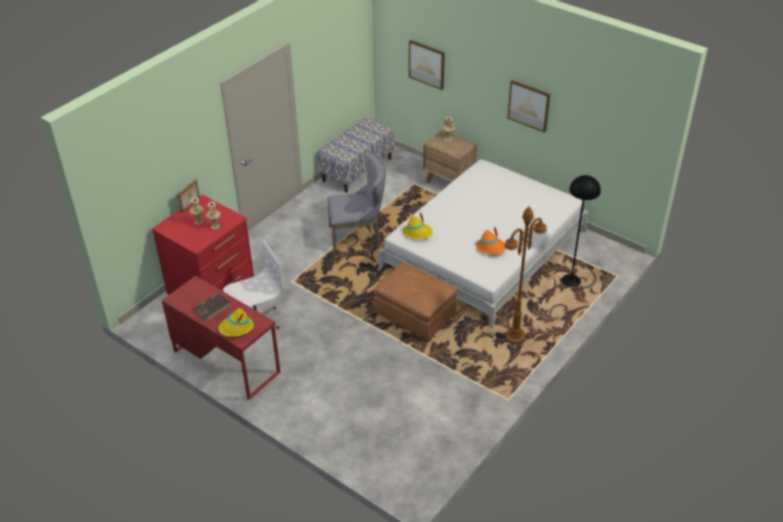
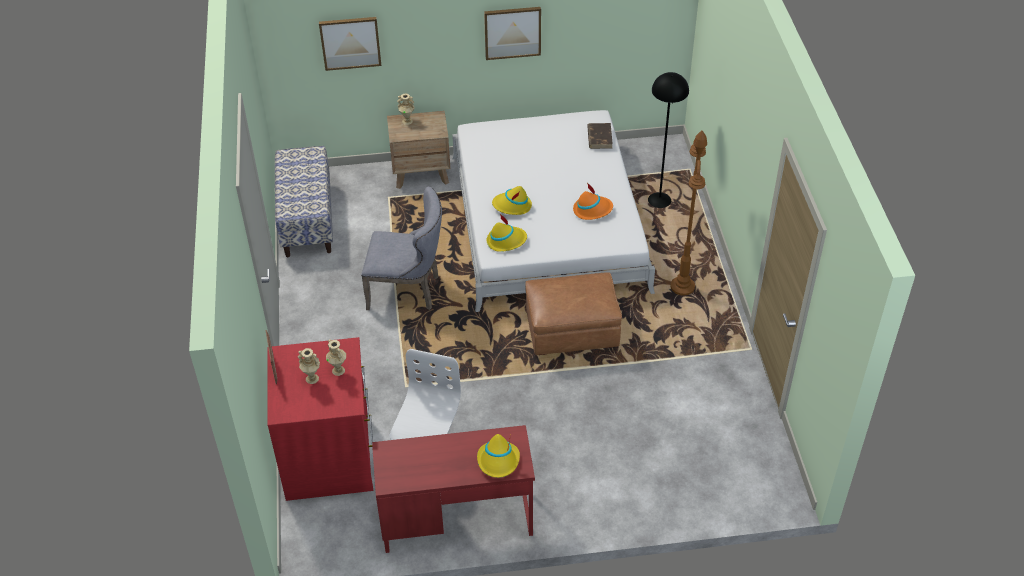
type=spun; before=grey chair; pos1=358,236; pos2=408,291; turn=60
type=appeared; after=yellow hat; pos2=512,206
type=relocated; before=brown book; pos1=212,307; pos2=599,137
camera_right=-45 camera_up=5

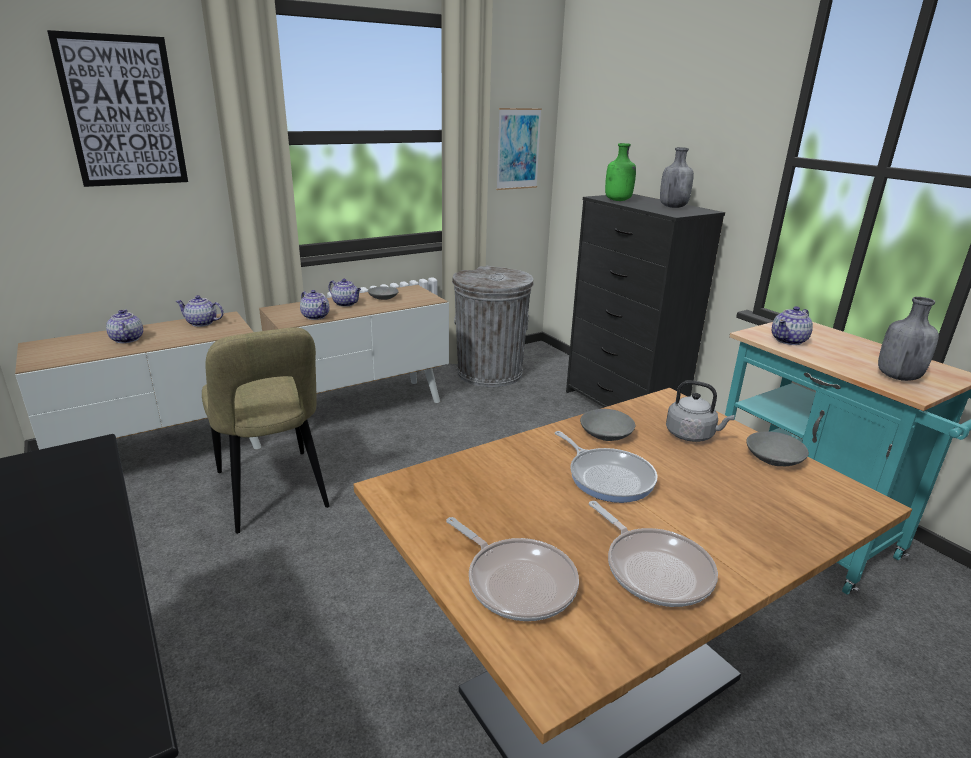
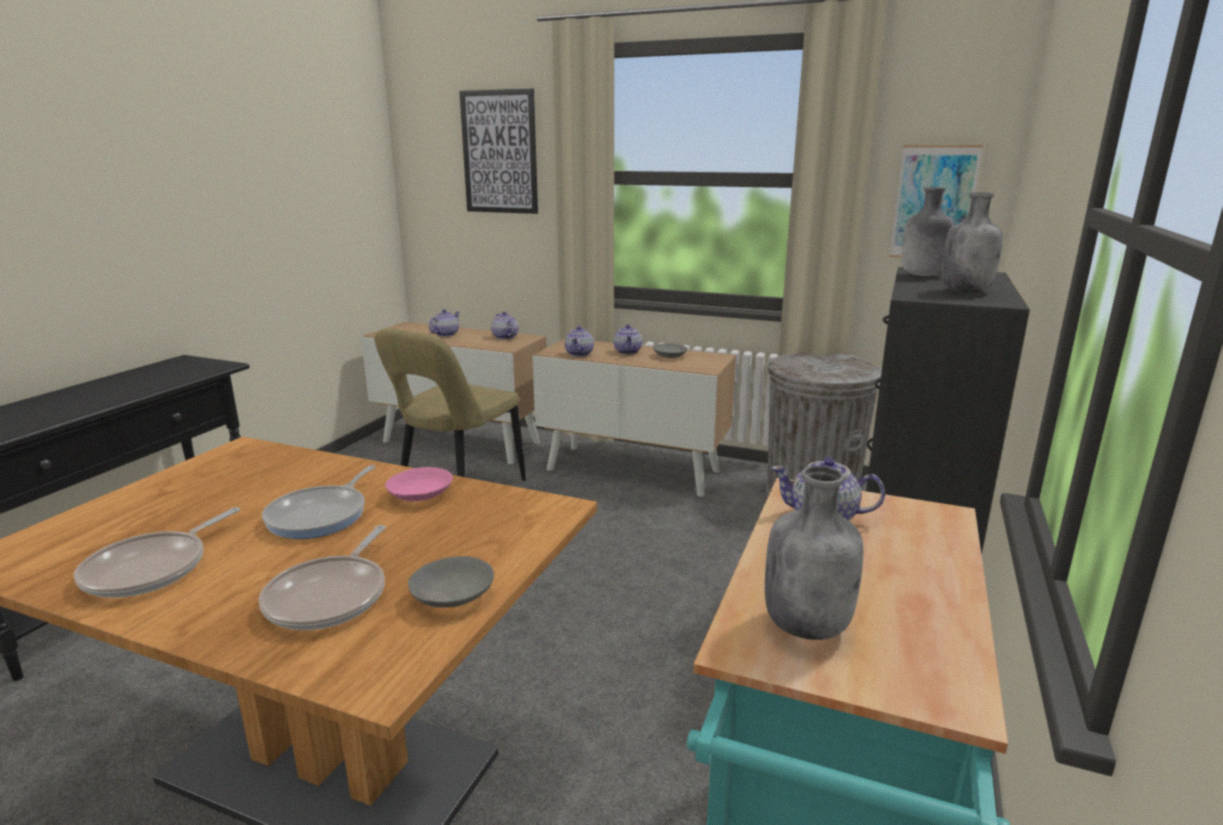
type=relocated; before=frying pan; pos1=517,581; pos2=331,596
type=colour; before=grey bowl; after=pink bowl; pos1=606,434; pos2=419,495
type=colour; before=green bottle; after=grey bottle; pos1=618,200; pos2=922,275
type=missing; before=grey kettle; pos1=692,435
camera_right=55 camera_up=-5

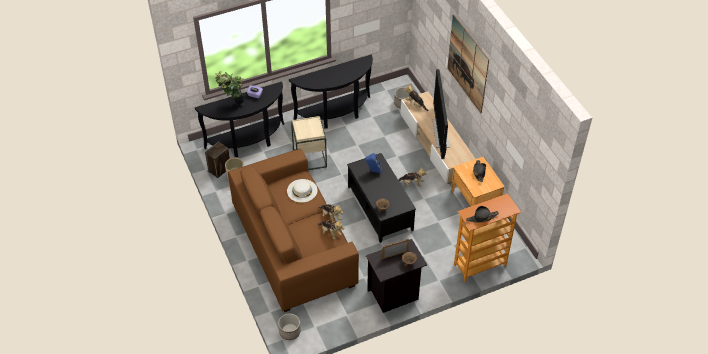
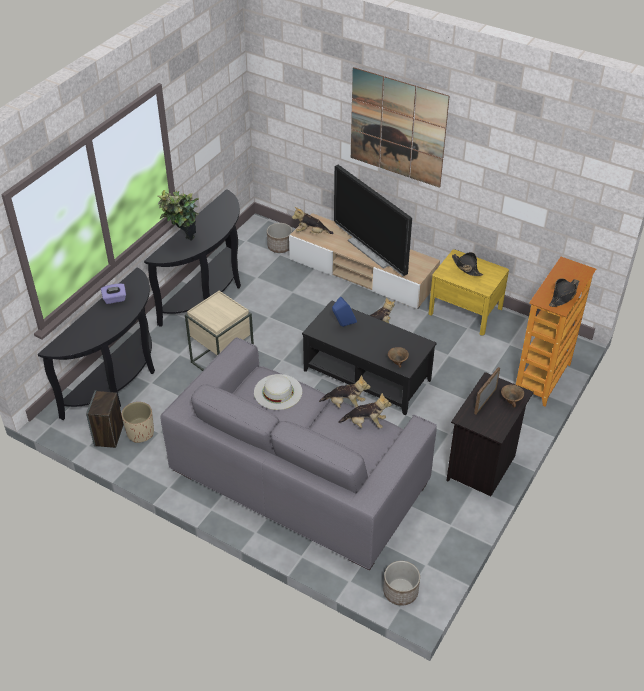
type=relocated; before=potted plant; pos1=233,106; pos2=183,244
type=colour; before=brown sofa; after=grey sofa; pos1=293,244; pos2=299,476
type=colour; before=brown nightstand; after=yellow nightstand; pos1=475,200; pos2=465,311
camera_right=-35 camera_up=-5

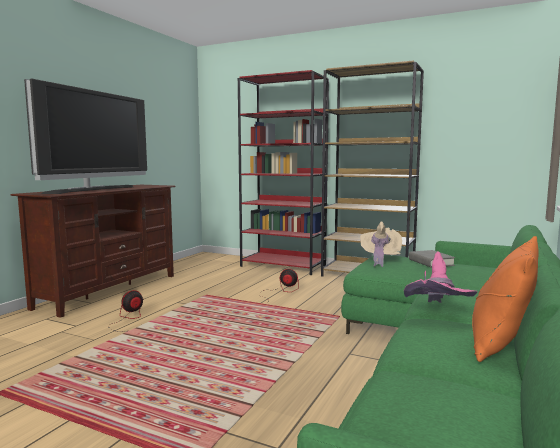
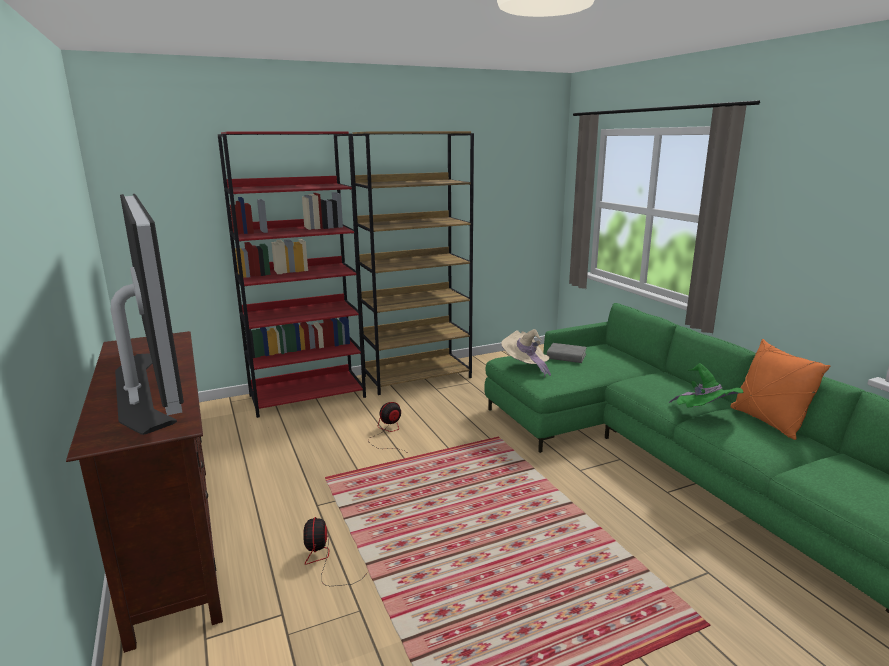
type=colour; before=pink hat; after=green hat; pos1=436,316; pos2=704,414
camera_right=-50 camera_up=10

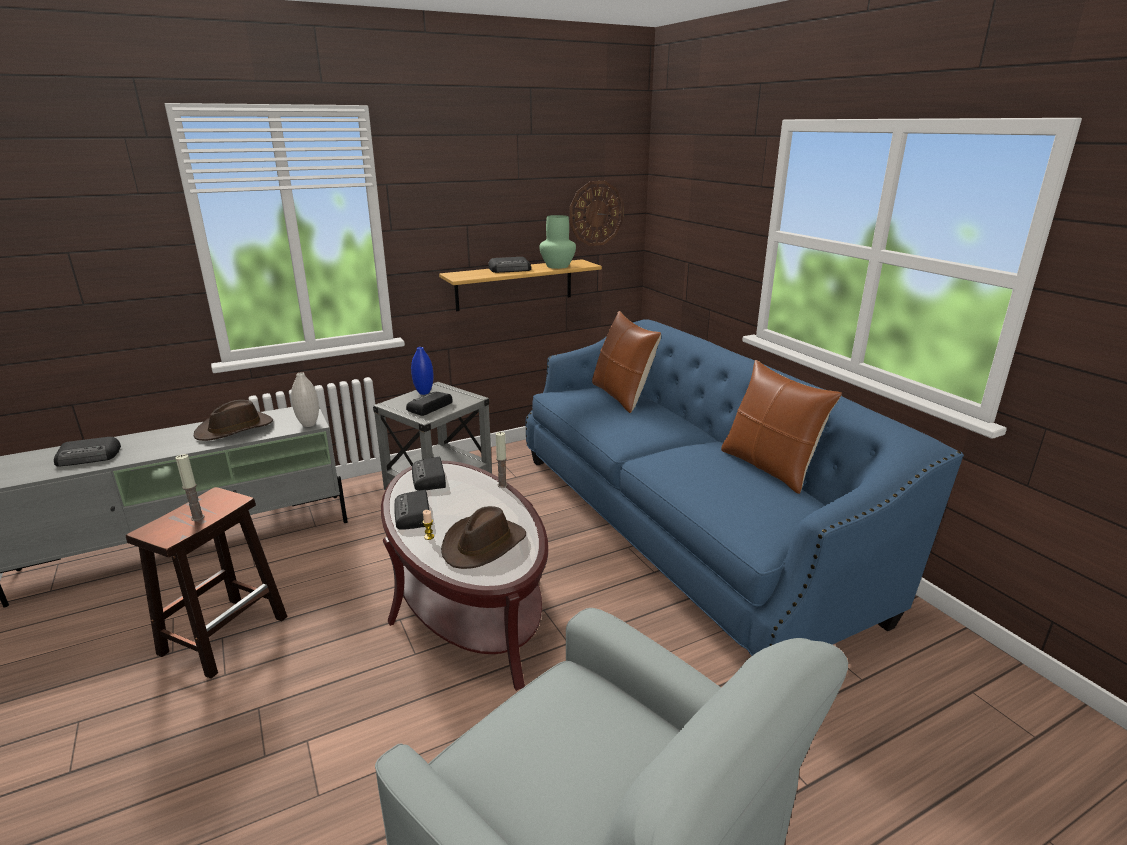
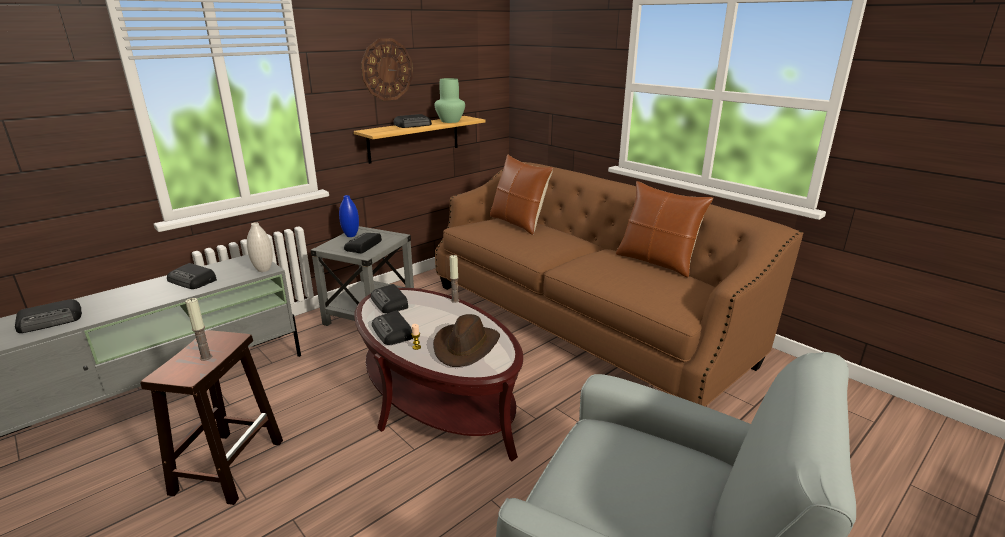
type=exchanged; before=brown hat; after=radio; pos1=235,429; pos2=193,281
type=relocated; before=wall clock; pos1=596,213; pos2=387,69
type=colour; before=blue sofa; after=brown sofa; pos1=683,527; pos2=583,321
camera_right=-15 camera_up=0

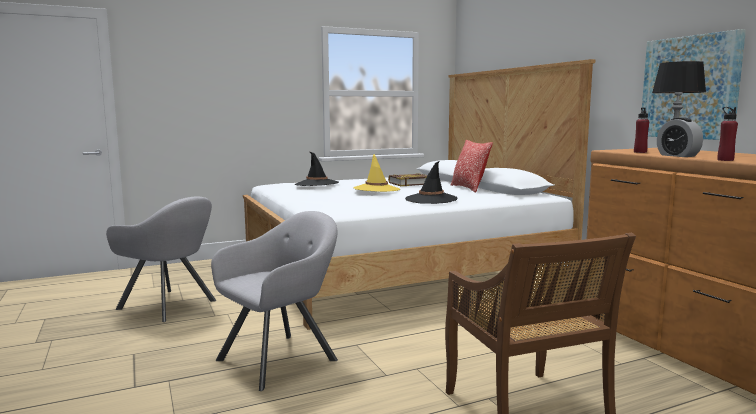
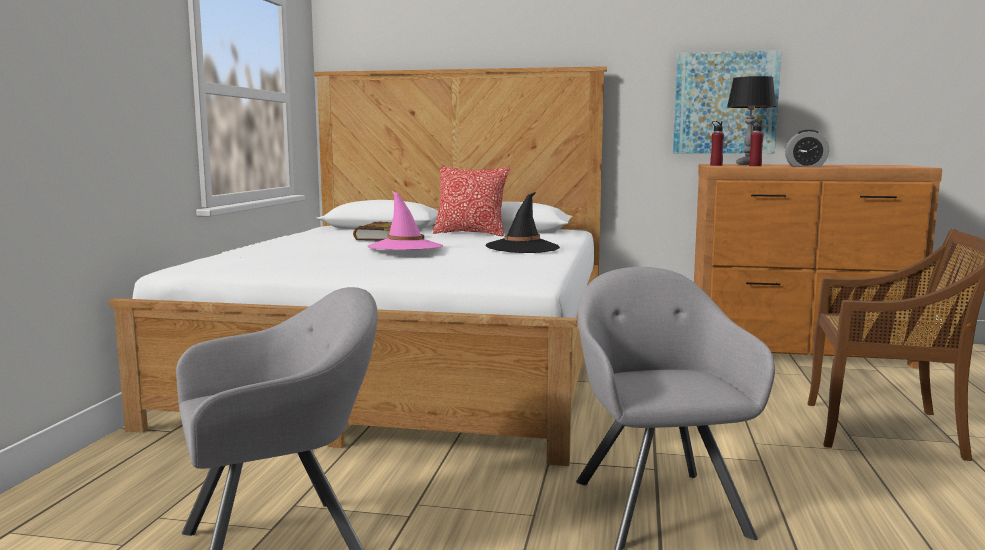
type=colour; before=yellow hat; after=pink hat; pos1=376,189; pos2=405,247
type=relocated; before=red bottle; pos1=725,160; pos2=716,165
type=missing; before=black hat; pos1=316,184
camera_right=-55 camera_up=0

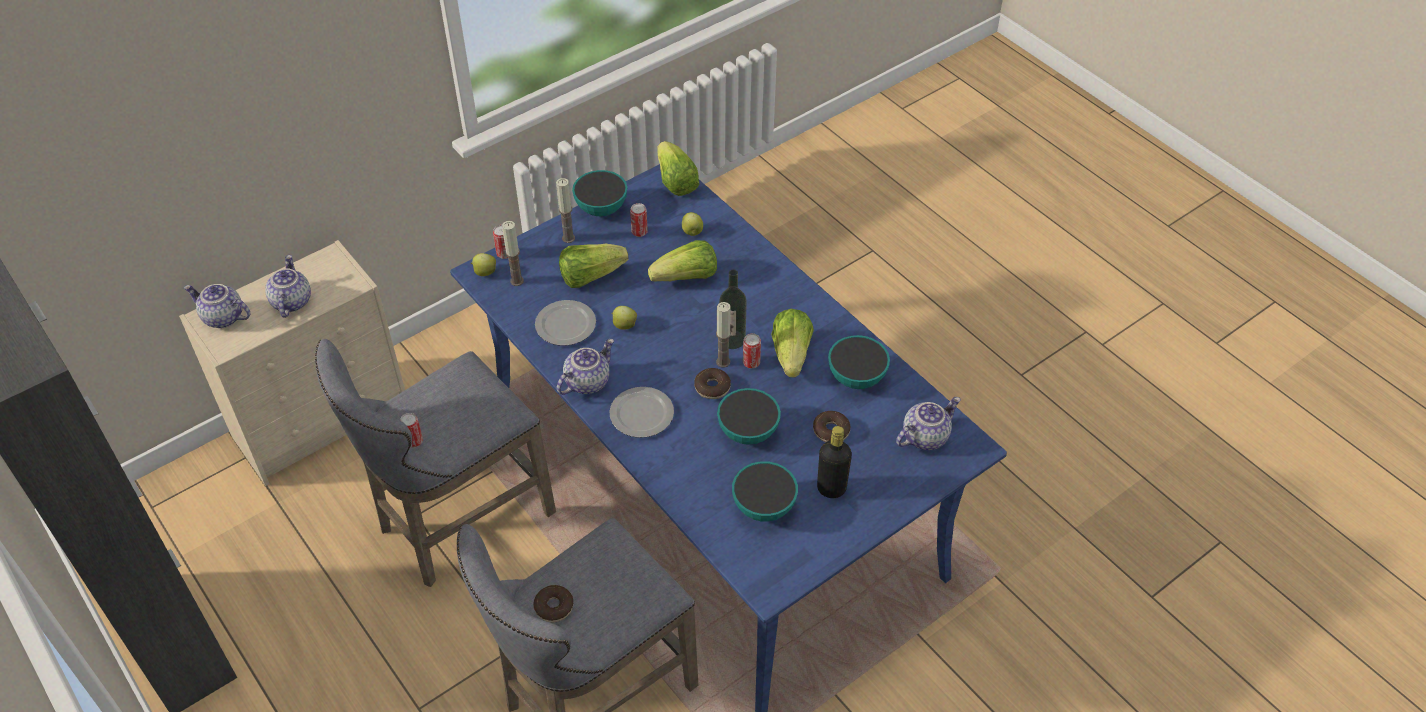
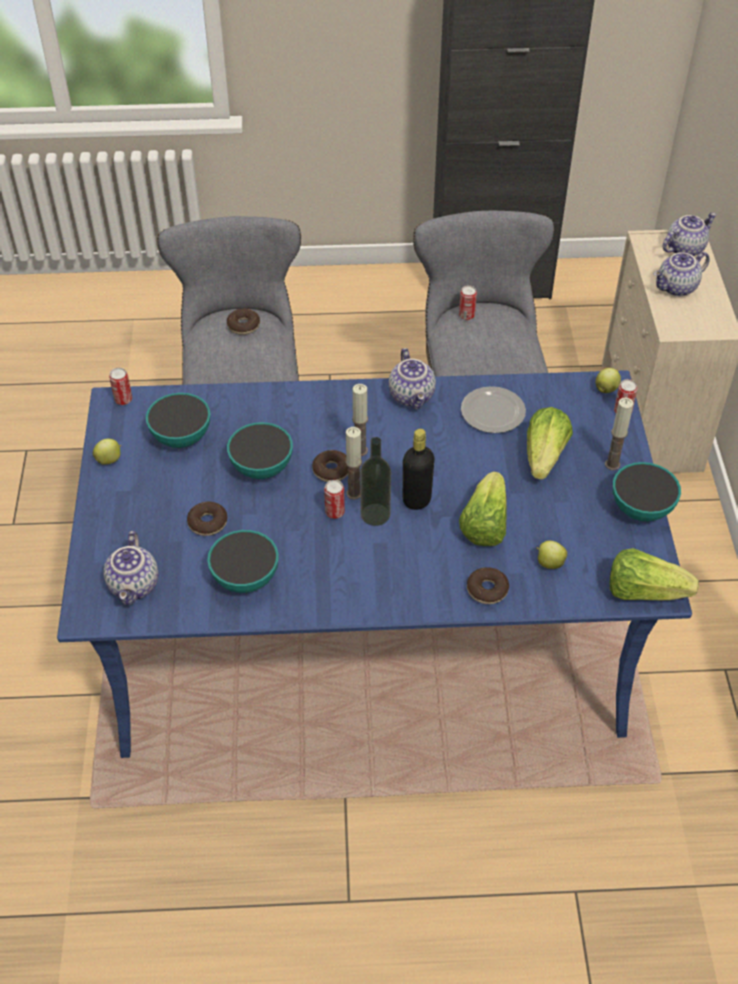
type=relocated; before=apple; pos1=624,325; pos2=109,460
type=relocated; before=can; pos1=639,232; pos2=123,400
type=relocated; before=candle; pos1=517,281; pos2=360,450
type=relocated; before=black bottle; pos1=831,488; pos2=416,500
type=appeared; after=donut; pos2=487,590
type=spun; before=teapot; pos1=290,301; pos2=677,288; turn=120
type=missing; before=plate; pos1=642,413
type=missing; before=lettuce; pos1=791,354
camera_right=125 camera_up=0

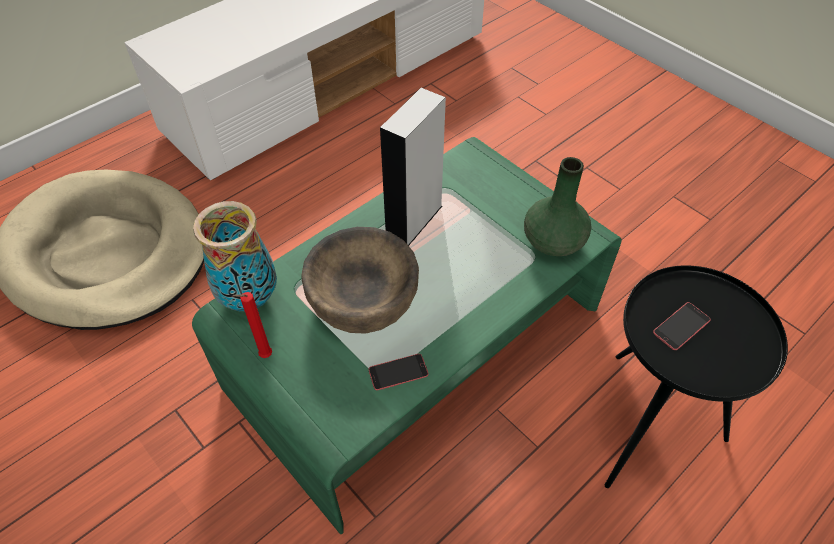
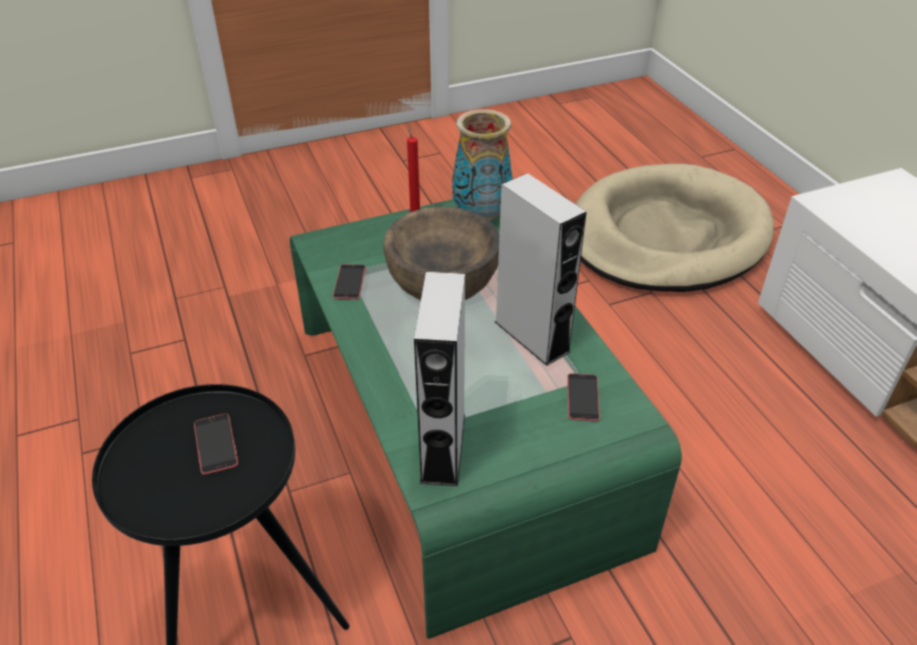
type=exchanged; before=green vase; after=grey speaker; pos1=552,241; pos2=443,448
type=appeared; after=phone; pos2=583,397
camera_right=110 camera_up=-10

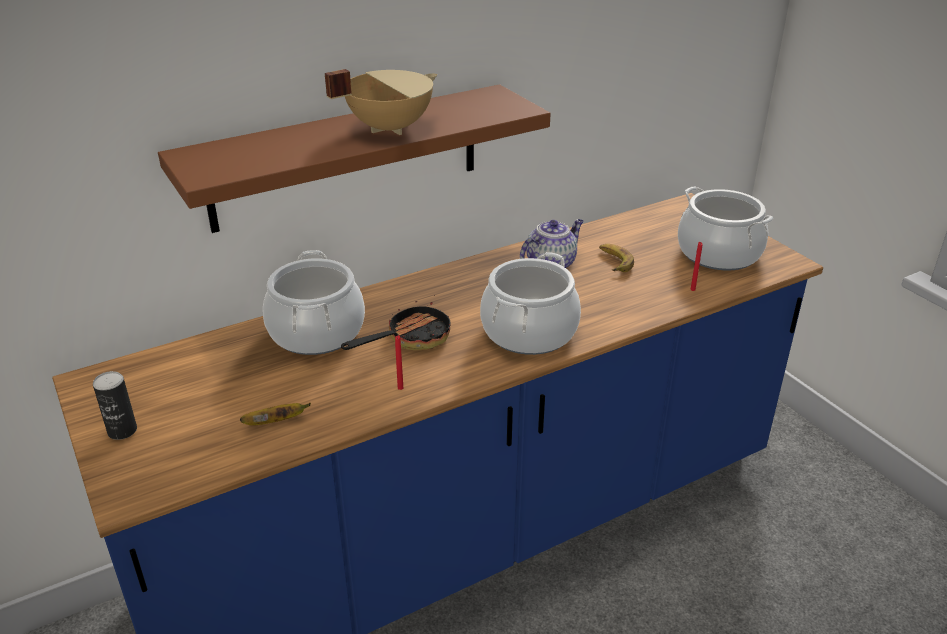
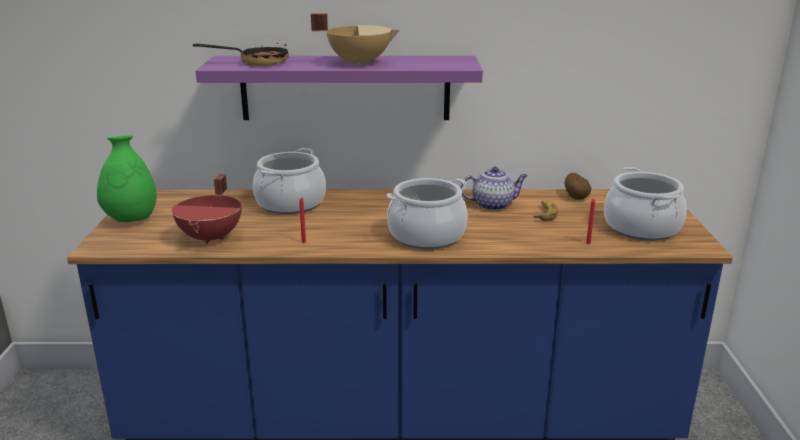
type=exchanged; before=can; after=green vase; pos1=122,431; pos2=131,220
type=exchanged; before=banana; after=red cooking pot; pos1=276,422; pos2=212,238
type=relocated; before=frying pan; pos1=410,339; pos2=256,62
type=colour; before=brown shelf; after=purple shelf; pos1=347,157; pos2=345,88
type=appeared; after=potato; pos2=577,198
camera_right=30 camera_up=-10

